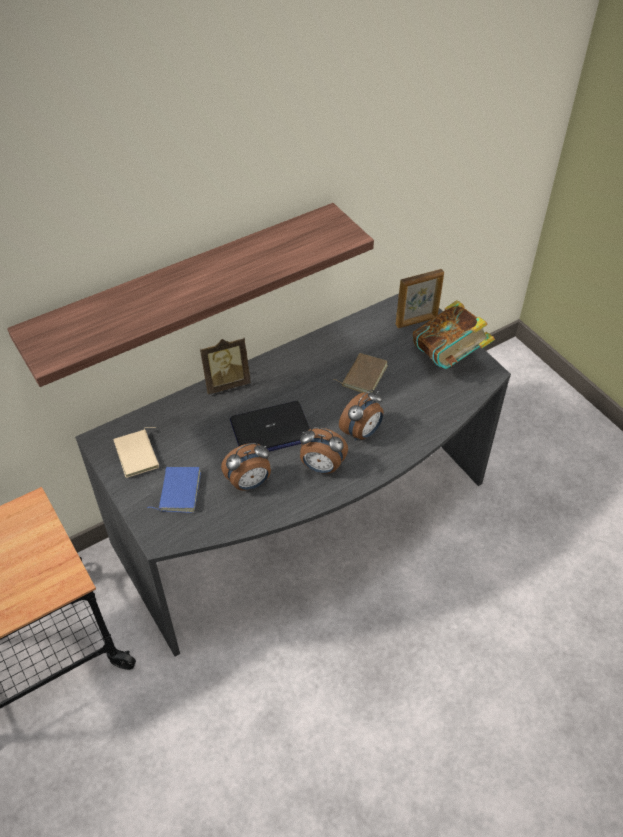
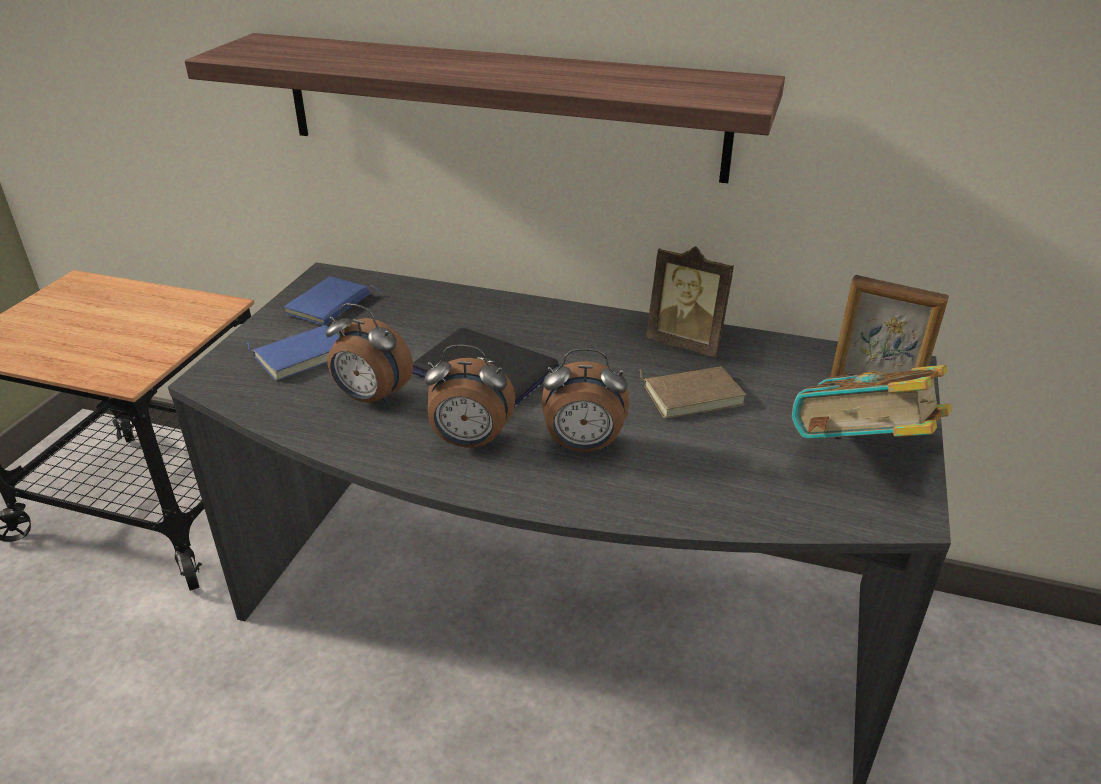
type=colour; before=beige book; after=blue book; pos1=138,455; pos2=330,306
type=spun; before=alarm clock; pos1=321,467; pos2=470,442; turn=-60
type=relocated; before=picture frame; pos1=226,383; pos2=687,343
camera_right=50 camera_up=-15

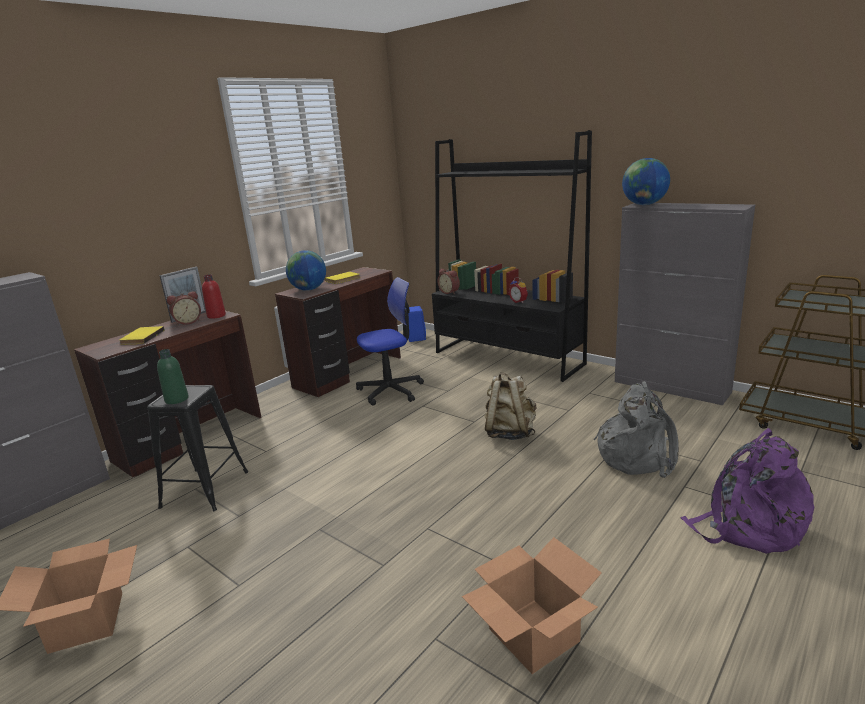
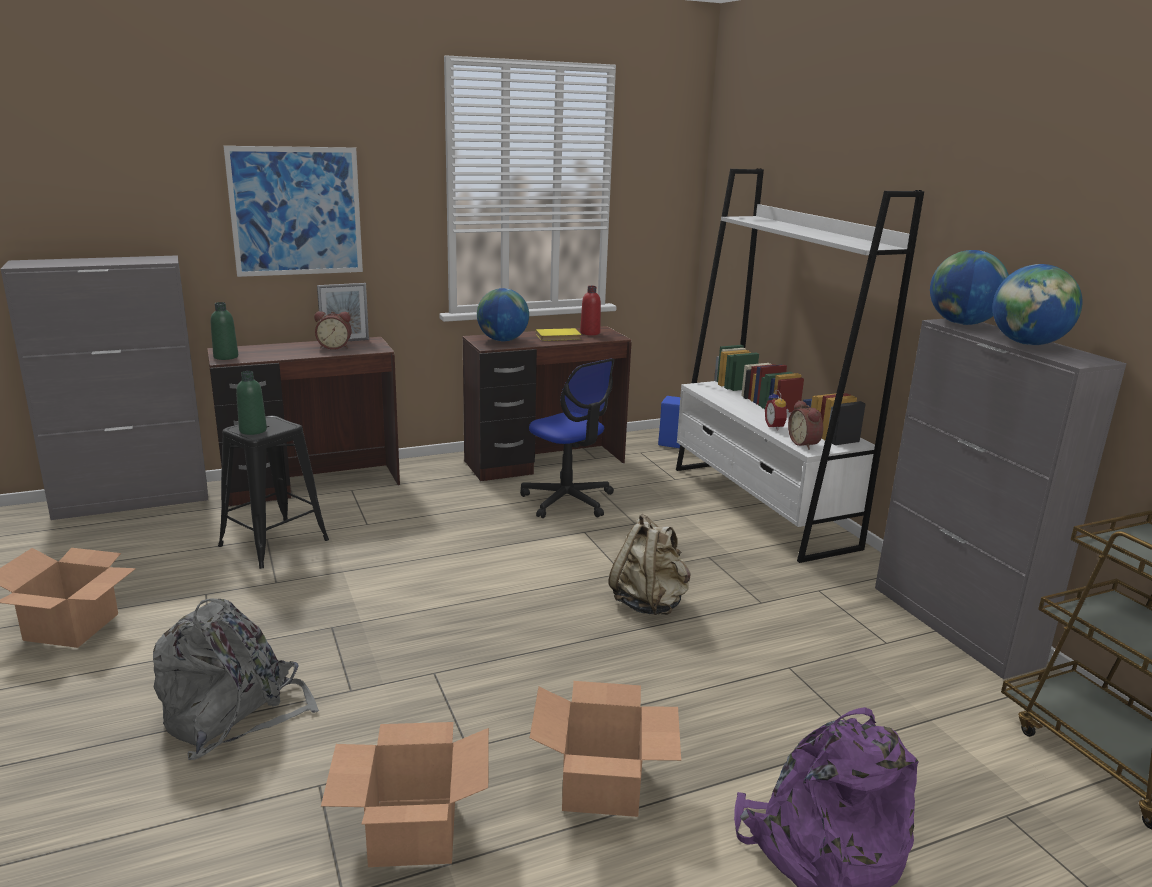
type=relocated; before=grey backpack; pos1=637,456; pos2=234,714
type=appeared; after=green bottle; pos2=226,357
type=appeared; after=picture; pos2=296,211
type=spun; before=office chair; pos1=391,391; pos2=568,500; turn=45
type=appeared; after=cardboard box; pos2=600,784
type=relocated; before=red bottle; pos1=216,316; pos2=590,333
type=colour; before=black bookcase; after=white bookcase; pos1=507,358; pos2=761,506
type=relocated; before=alarm clock; pos1=450,292; pos2=805,443
type=appeared; after=globe; pos2=1028,344
type=missing; before=yellow book; pos1=141,337
camera_right=25 camera_up=0

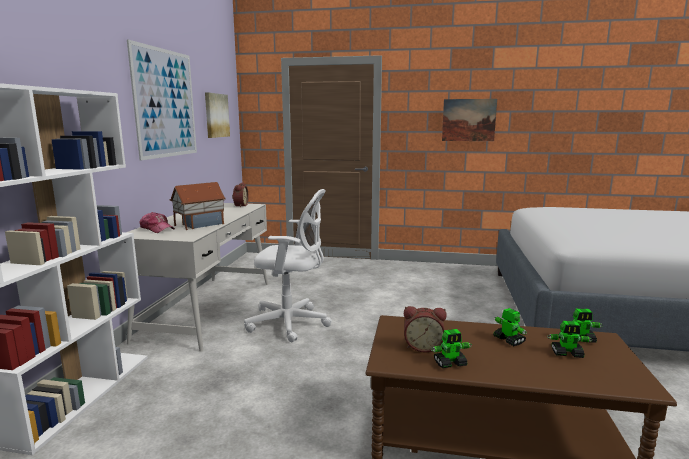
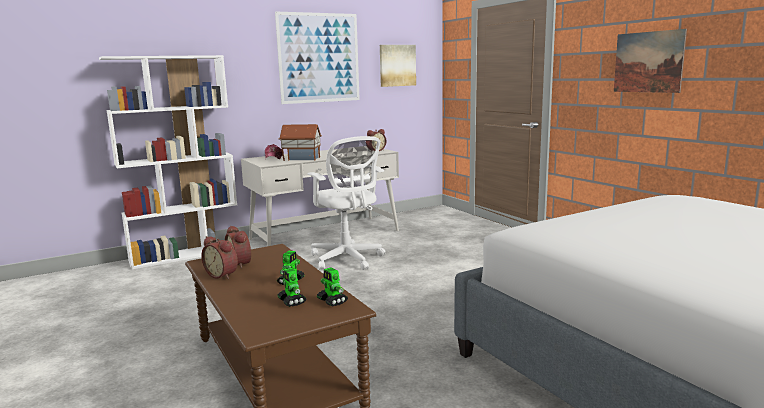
type=exchanged; before=toy robot; after=alarm clock; pos1=450,363; pos2=223,275
camera_right=50 camera_up=0

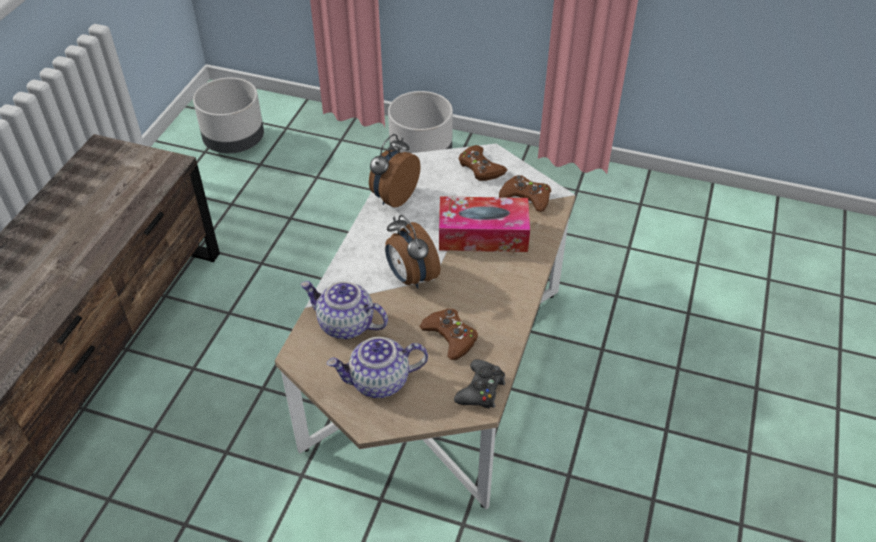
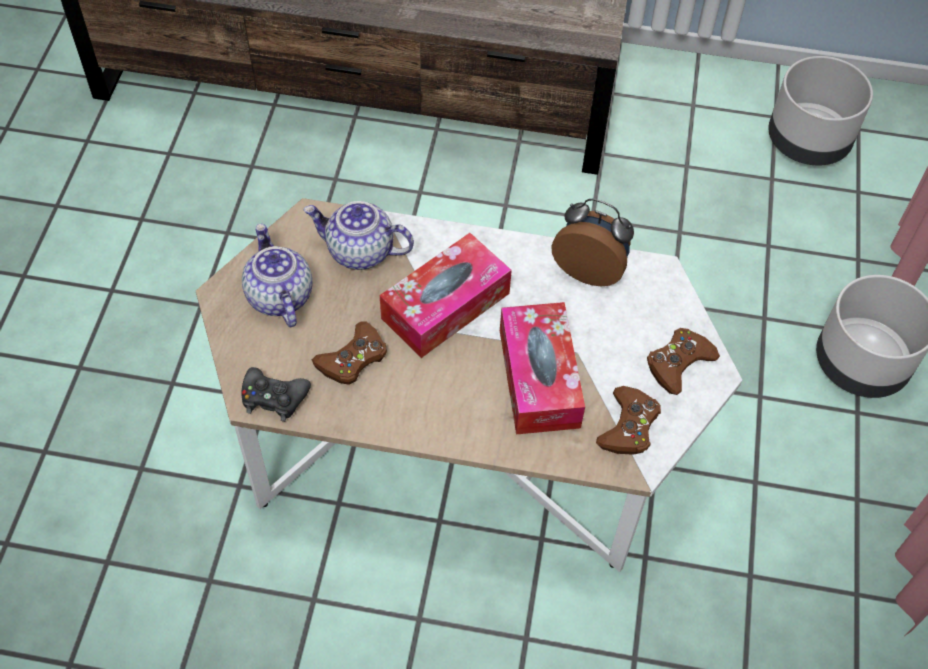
type=spun; before=teapot; pos1=345,325; pos2=359,252; turn=-90
type=exchanged; before=alarm clock; after=tissue box; pos1=410,277; pos2=445,306
camera_right=80 camera_up=10

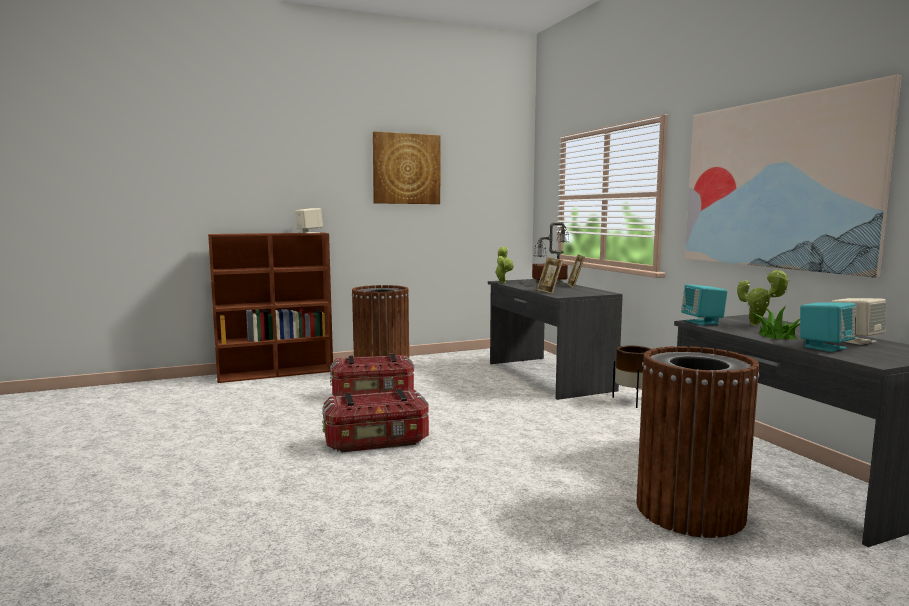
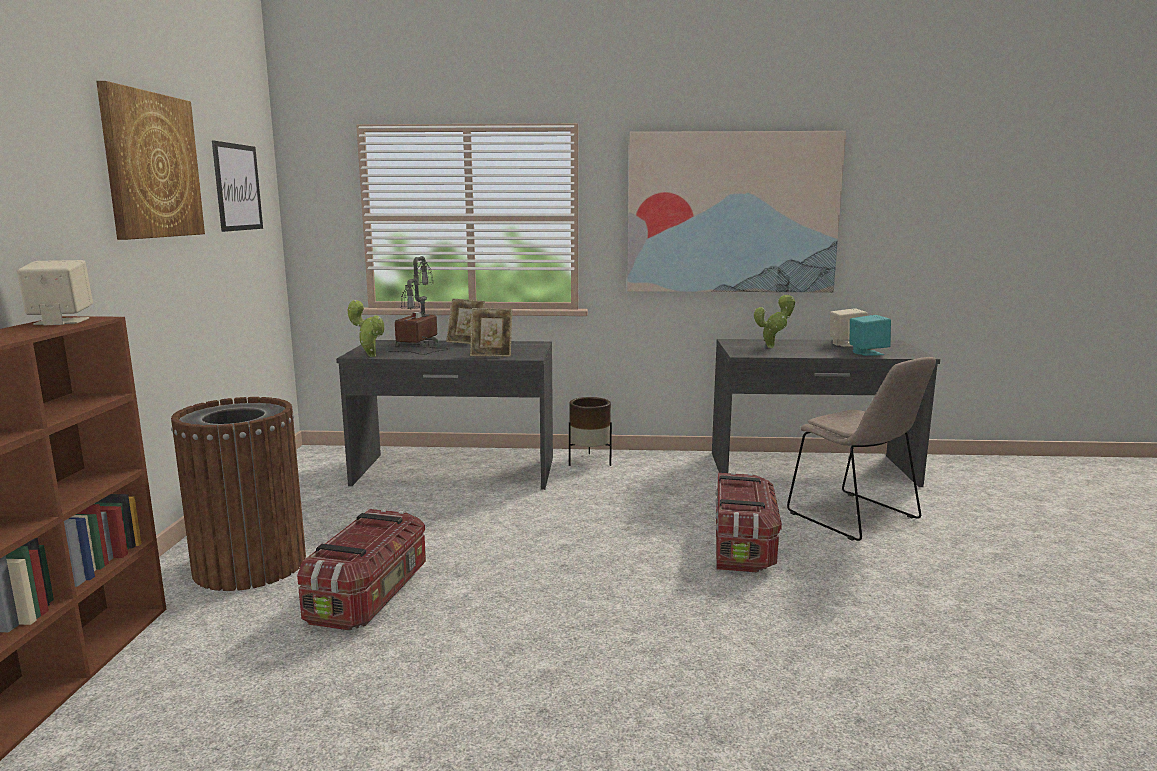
type=appeared; after=picture; pos2=237,187
type=relocated; before=storage box; pos1=377,442; pos2=742,546
type=exchanged; before=brown trash can; after=beige chair; pos1=689,510; pos2=856,517
type=missing; before=turquoise speaker; pos1=703,322
type=missing; before=potted plant; pos1=777,335
camera_right=-65 camera_up=5

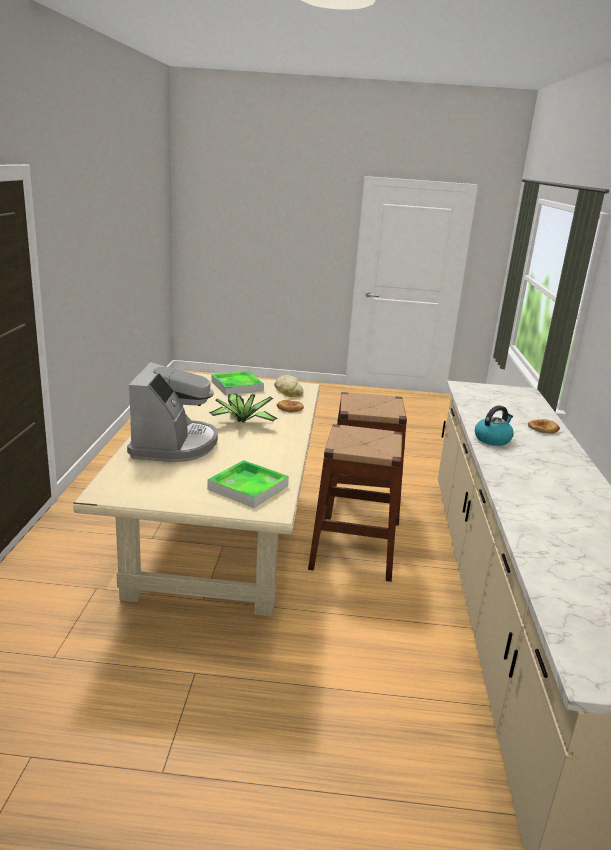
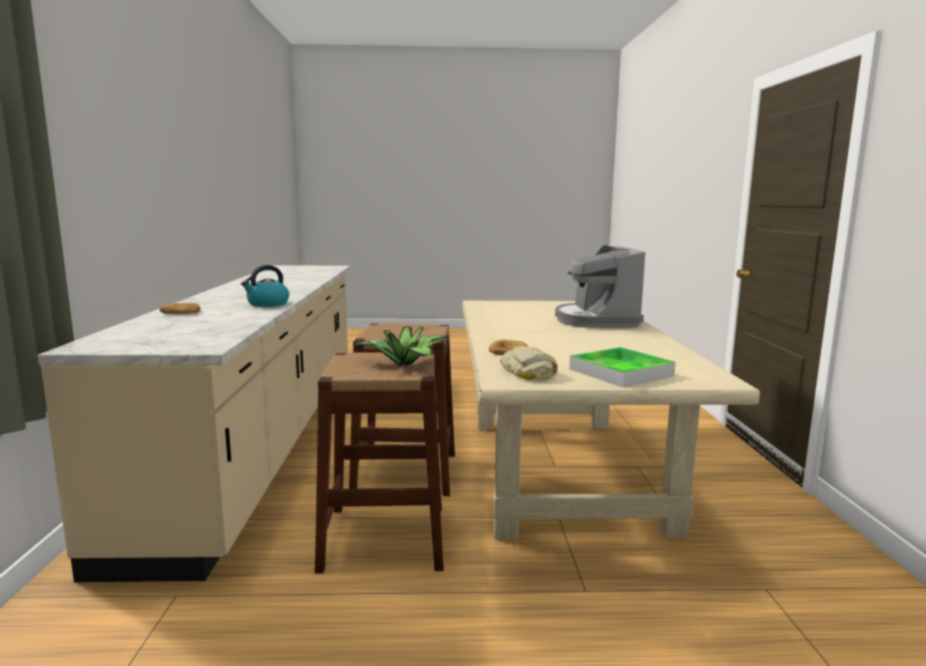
type=relocated; before=potted plant; pos1=241,421; pos2=406,364
type=missing; before=tray; pos1=248,487
camera_right=175 camera_up=-10

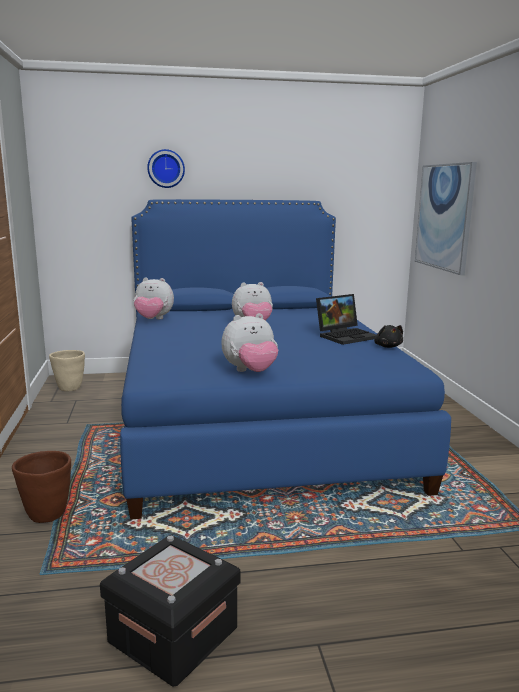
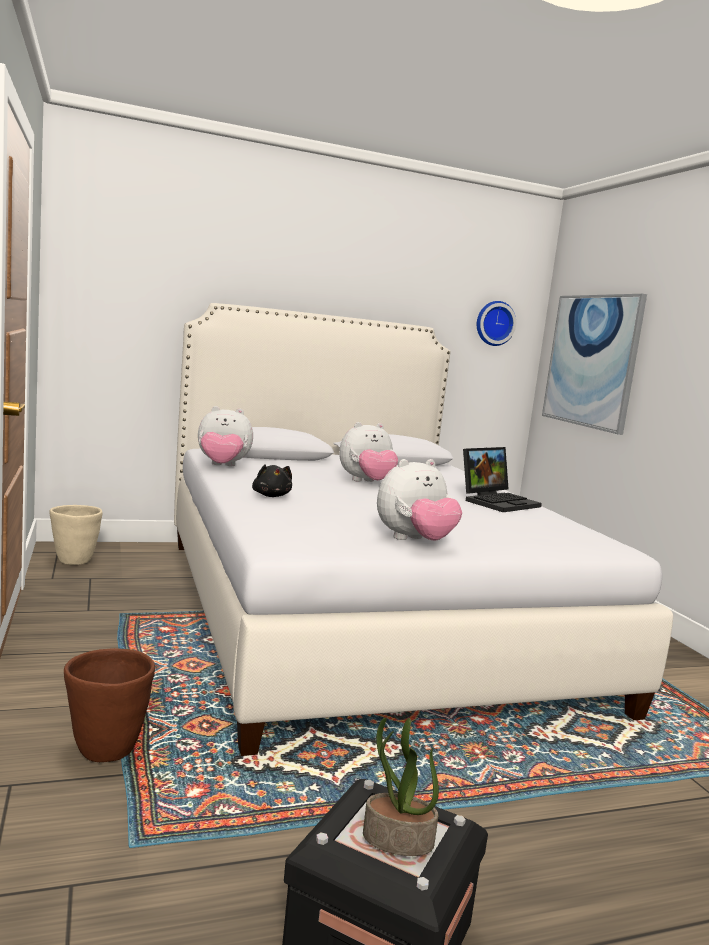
type=colour; before=blue bed; after=white bed; pos1=255,420; pos2=359,614
type=relocated; before=black plush toy; pos1=387,346; pos2=271,496
type=appeared; after=potted plant; pos2=397,840
type=relocated; before=wall clock; pos1=166,168; pos2=494,323
camera_right=-10 camera_up=-5

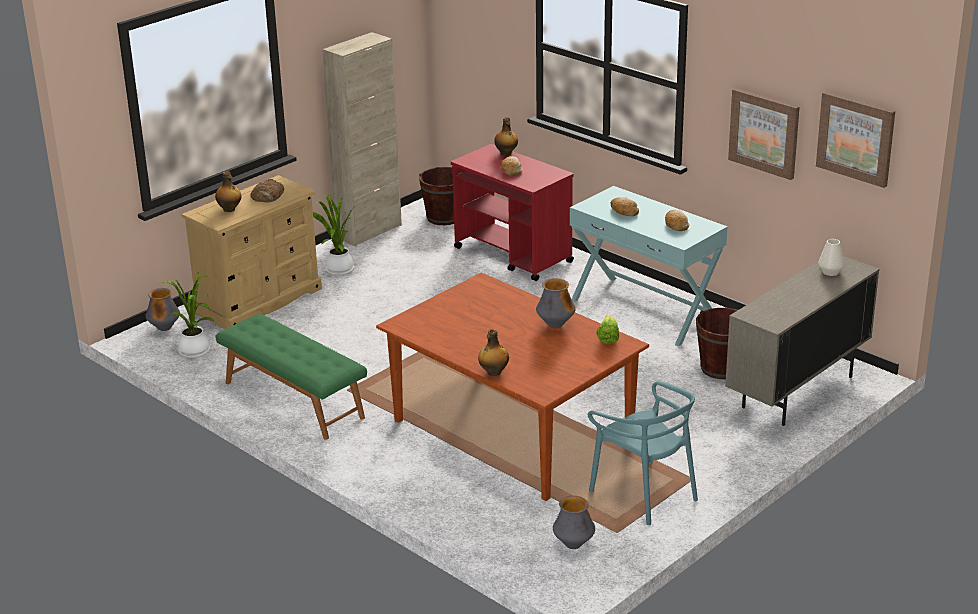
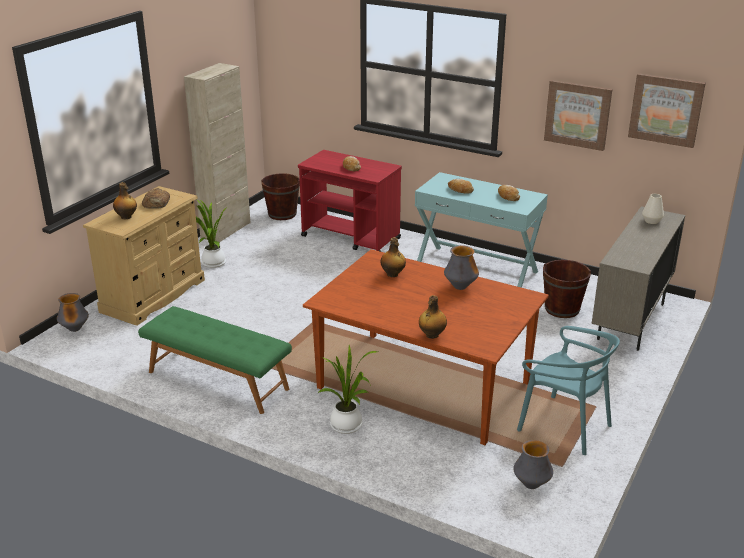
type=relocated; before=potted plant; pos1=196,352; pos2=348,426
type=relocated; before=bottle; pos1=506,153; pos2=392,274
type=missing; before=lettuce; pos1=607,338
camera_right=-15 camera_up=0

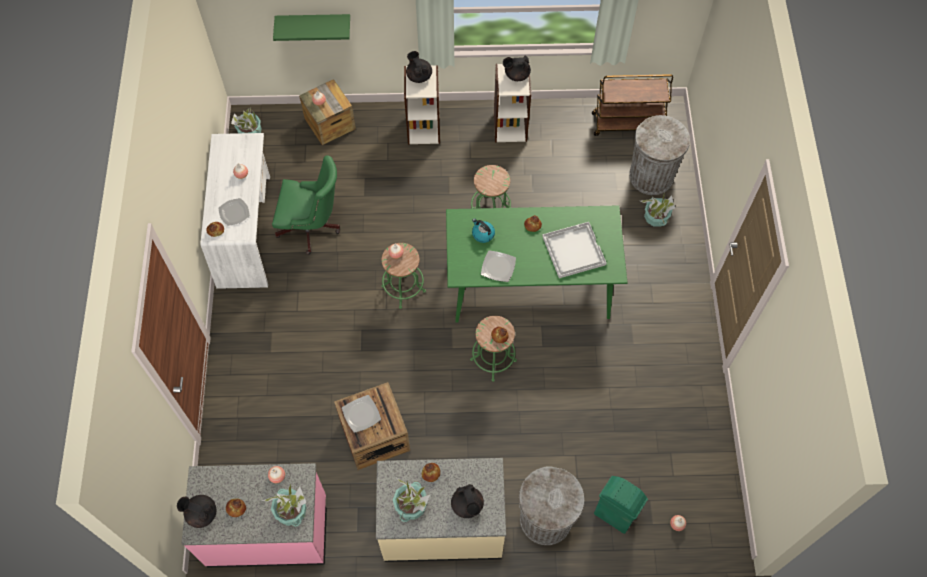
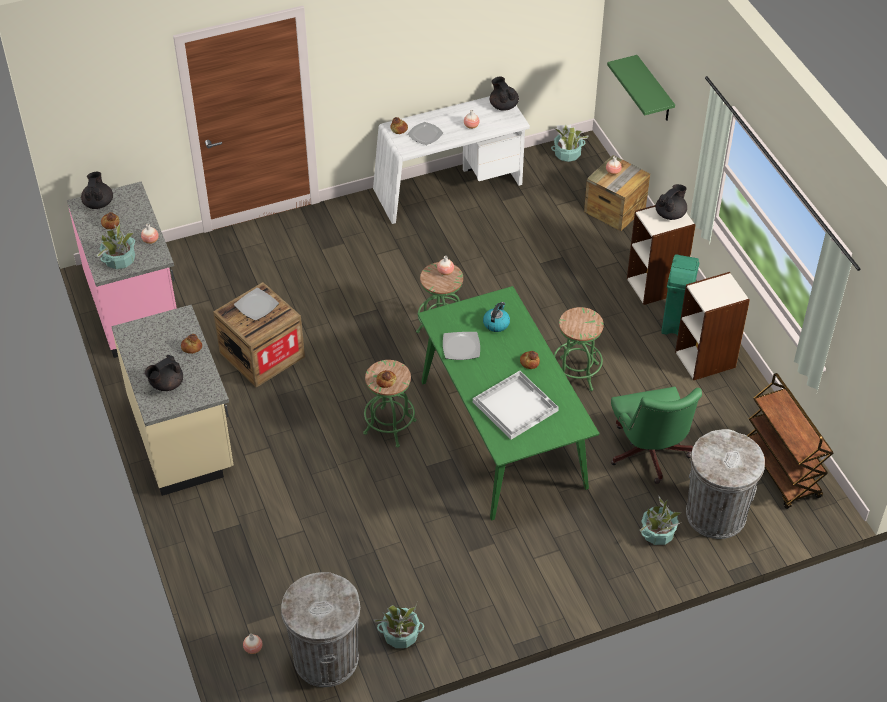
type=relocated; before=grey trash can; pos1=546,519; pos2=326,659
type=relocated; before=potted plant; pos1=411,505; pos2=401,635
type=relocated; before=black teapot; pos1=516,75; pos2=503,105
type=relocated; before=green office chair; pos1=312,227; pos2=649,456
type=relocated; before=green trash can; pos1=614,515; pos2=675,323
camera_right=70 camera_up=-15

